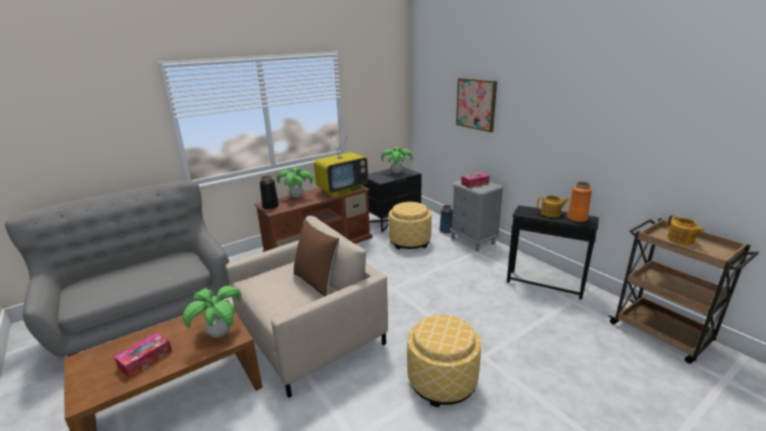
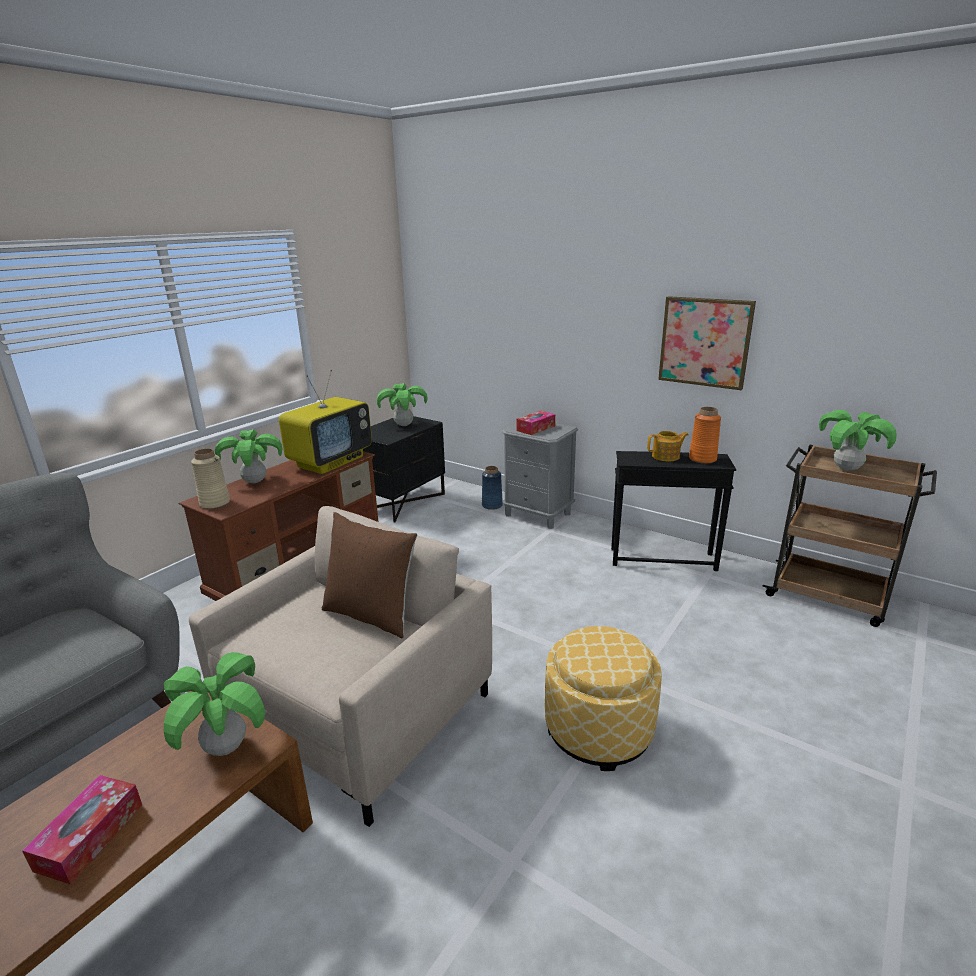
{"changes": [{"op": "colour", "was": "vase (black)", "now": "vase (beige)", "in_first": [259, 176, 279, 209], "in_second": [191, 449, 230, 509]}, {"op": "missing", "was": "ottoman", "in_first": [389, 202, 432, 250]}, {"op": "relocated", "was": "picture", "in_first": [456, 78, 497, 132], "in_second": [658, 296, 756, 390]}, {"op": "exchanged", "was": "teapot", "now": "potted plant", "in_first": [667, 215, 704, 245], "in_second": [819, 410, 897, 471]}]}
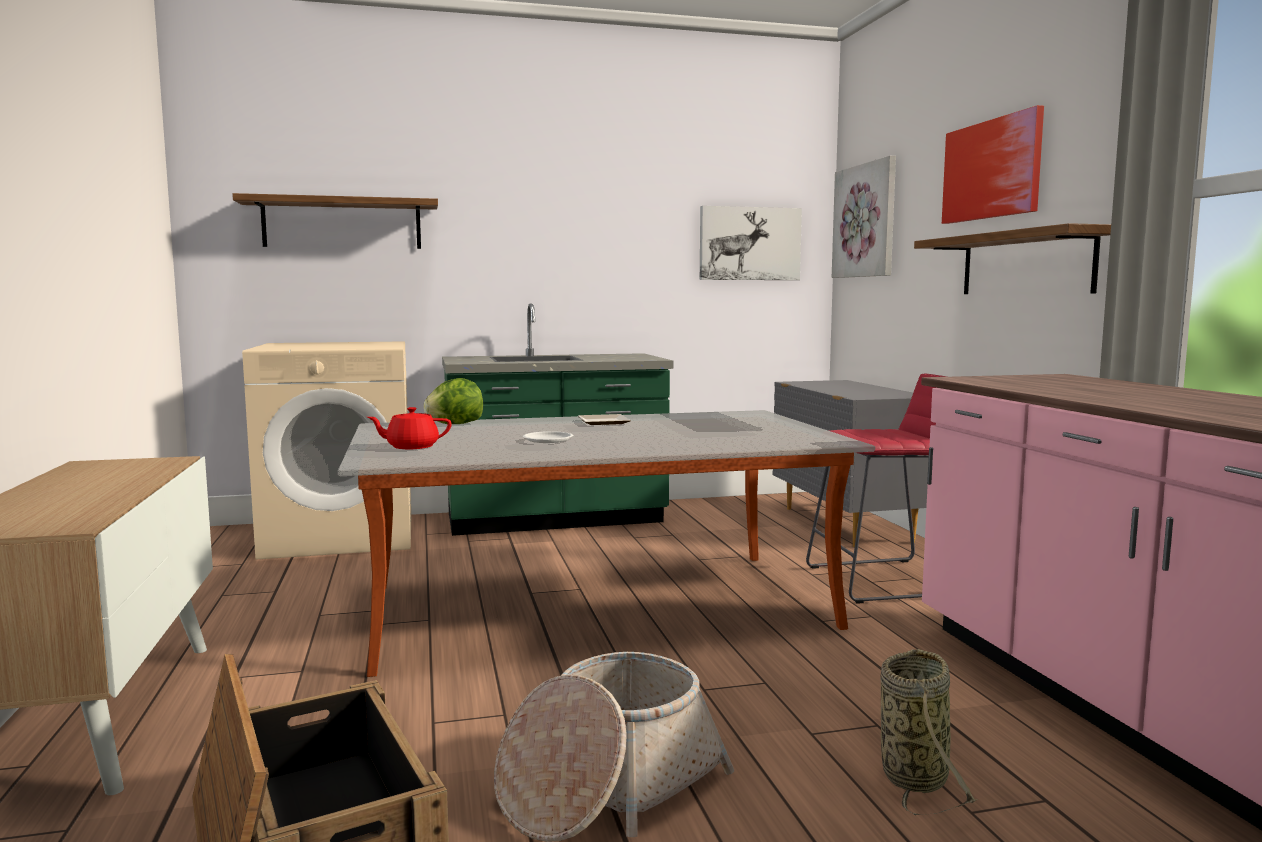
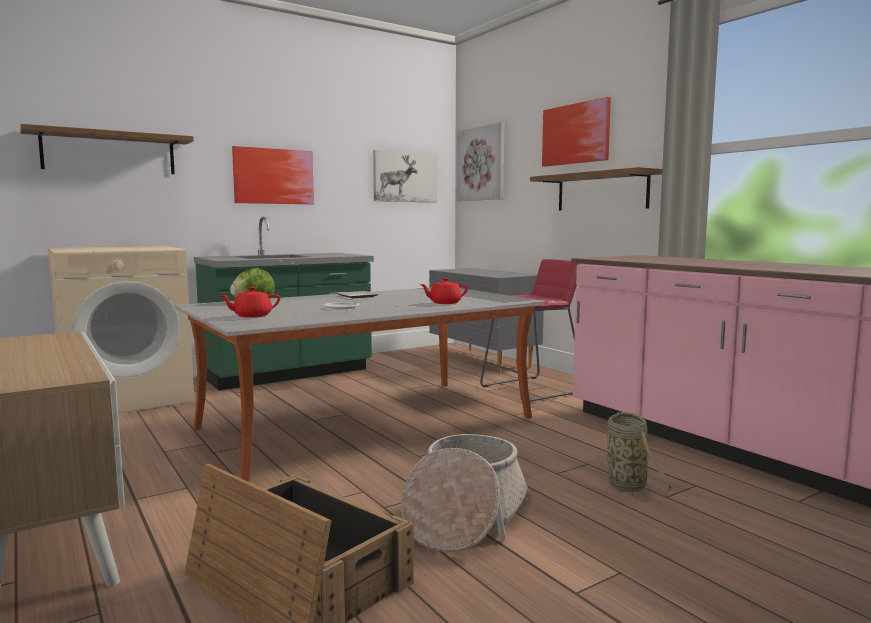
{"changes": [{"op": "appeared", "now": "picture", "in_second": [232, 146, 314, 204]}, {"op": "appeared", "now": "teapot (red)", "in_second": [420, 278, 468, 304]}]}
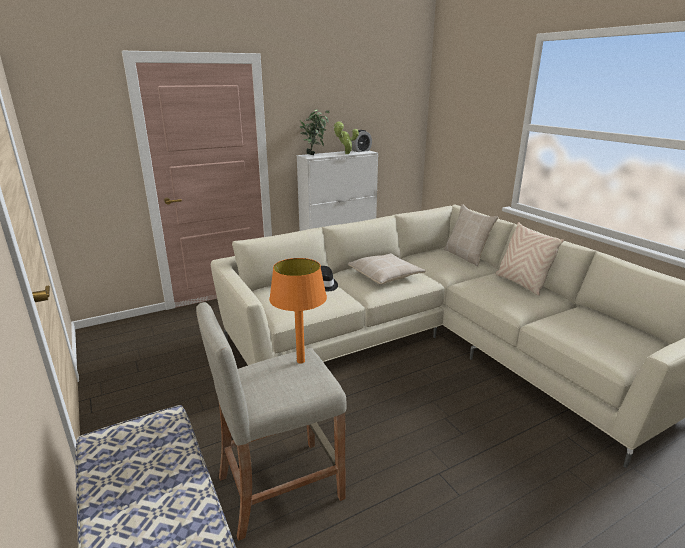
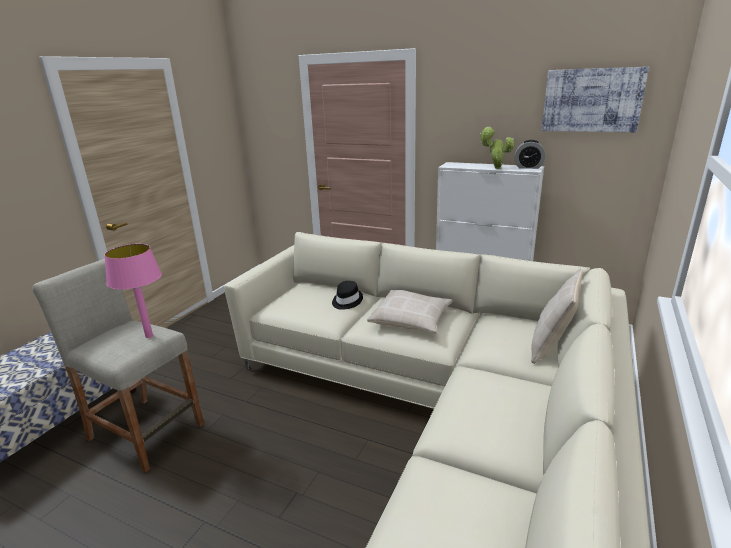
{"changes": [{"op": "colour", "was": "table lamp (orange)", "now": "table lamp (pink)", "in_first": [269, 258, 327, 364], "in_second": [104, 244, 162, 338]}, {"op": "missing", "was": "potted plant", "in_first": [299, 109, 329, 155]}, {"op": "missing", "was": "pillow (beige)", "in_first": [496, 222, 564, 296]}, {"op": "appeared", "now": "picture", "in_second": [542, 67, 649, 132]}]}
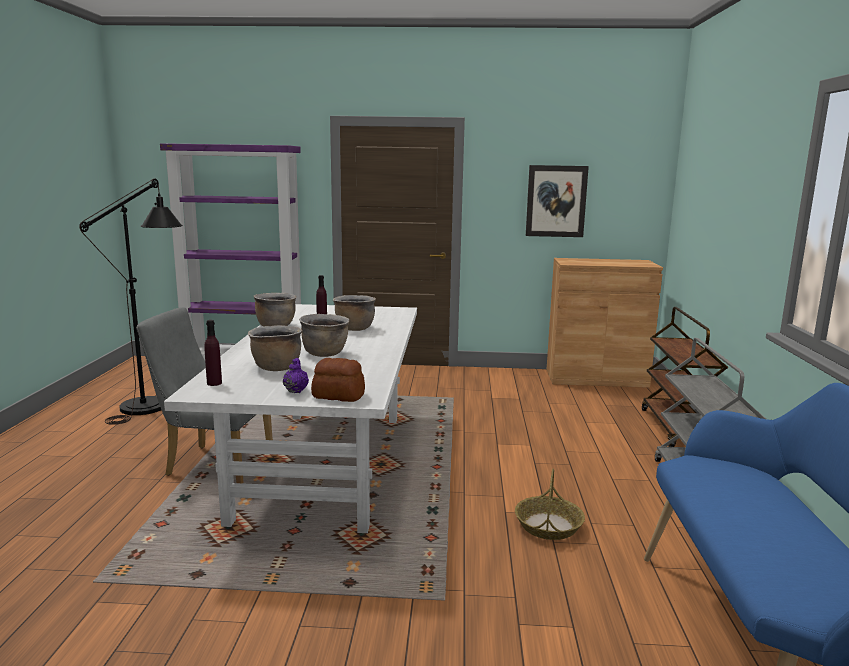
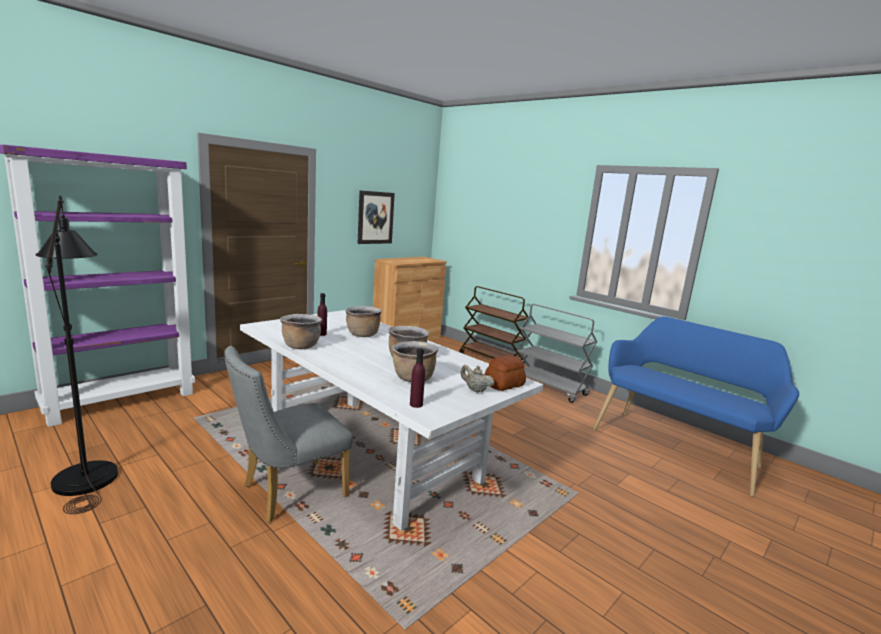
{"changes": [{"op": "colour", "was": "teapot (purple)", "now": "teapot (beige)", "in_first": [283, 358, 309, 393], "in_second": [461, 365, 494, 393]}, {"op": "missing", "was": "basket", "in_first": [515, 469, 585, 540]}]}
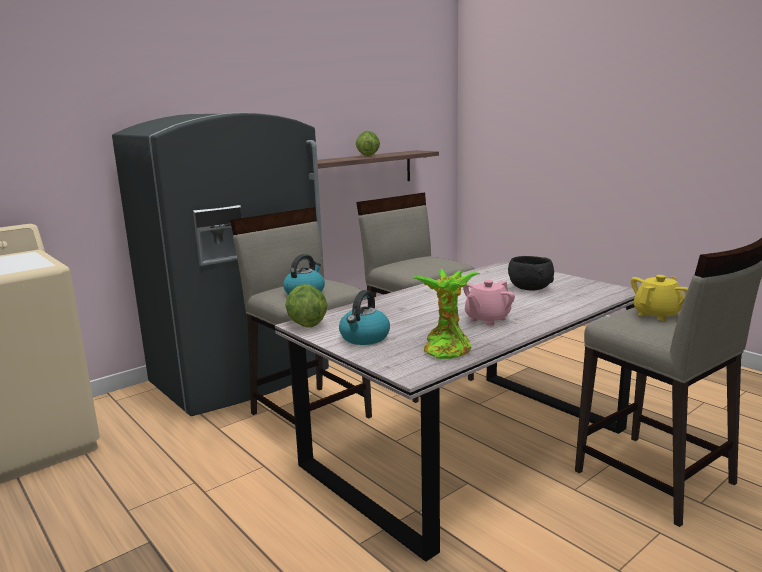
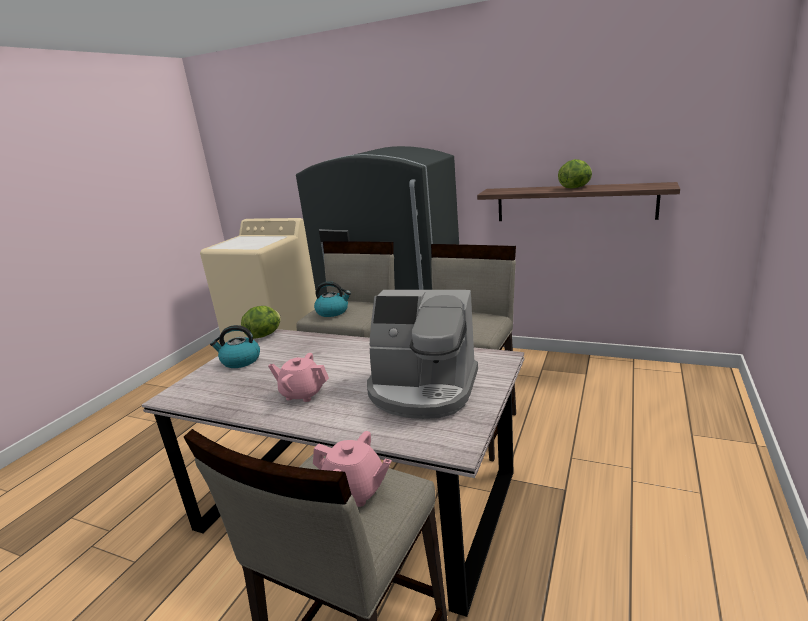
{"changes": [{"op": "missing", "was": "potted plant", "in_first": [411, 268, 479, 359]}, {"op": "exchanged", "was": "bowl (black)", "now": "coffee machine", "in_first": [508, 256, 554, 291], "in_second": [367, 290, 478, 419]}, {"op": "colour", "was": "teapot (yellow)", "now": "teapot (pink)", "in_first": [631, 275, 688, 321], "in_second": [313, 431, 392, 507]}]}
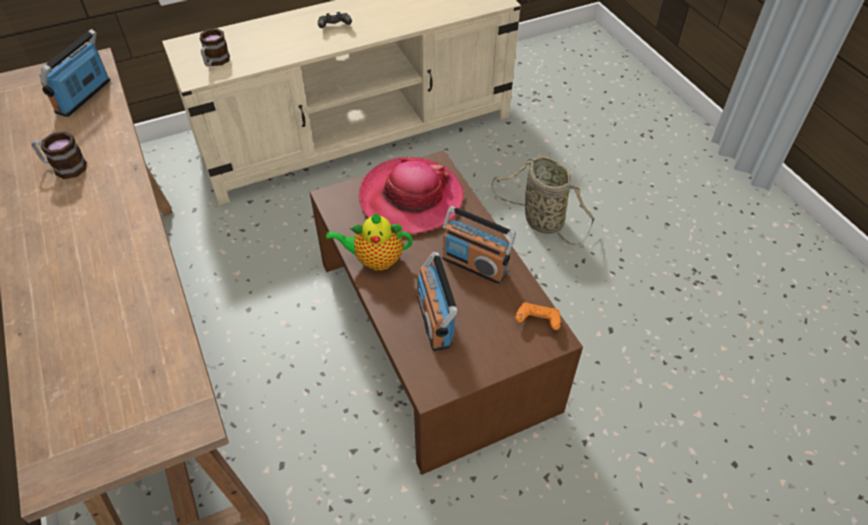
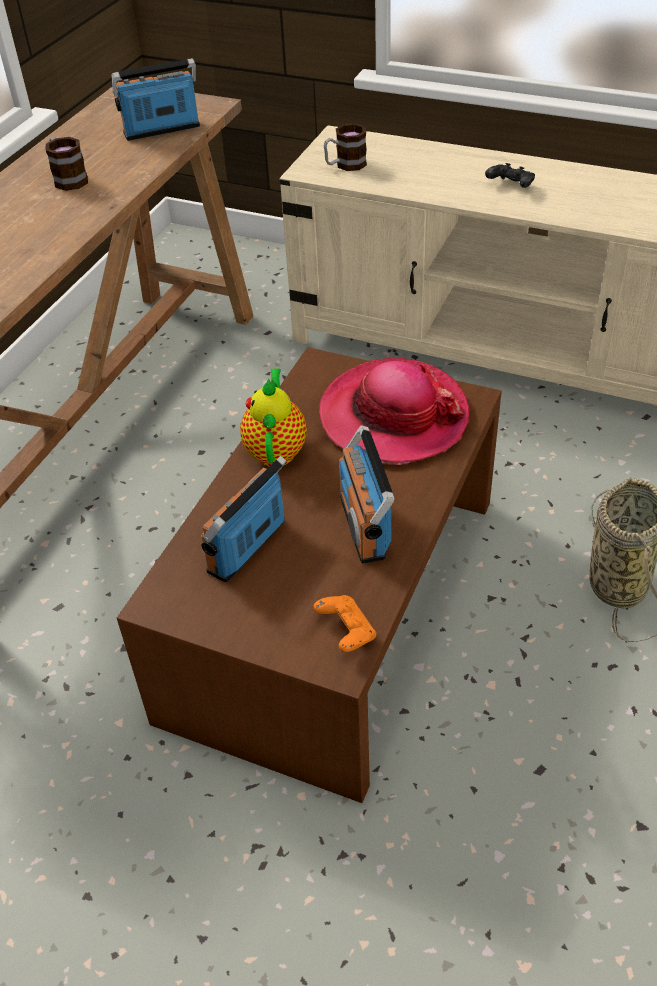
{"changes": [{"op": "spun", "was": "teapot", "in_first": [326, 213, 413, 271], "in_second": [240, 368, 307, 467], "clockwise": 45}]}
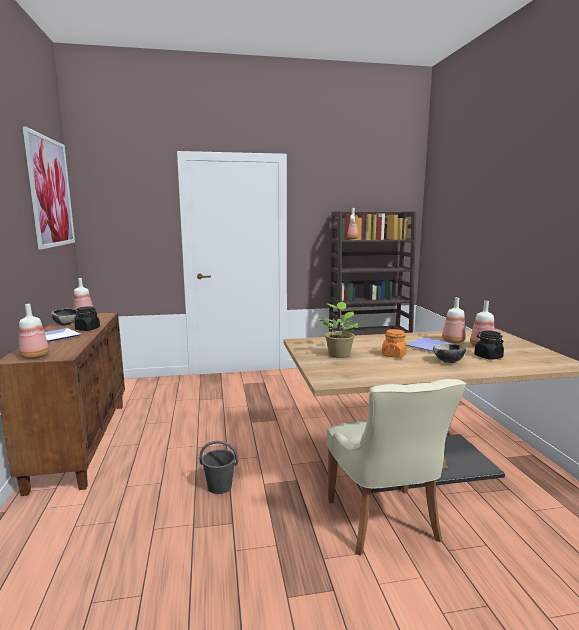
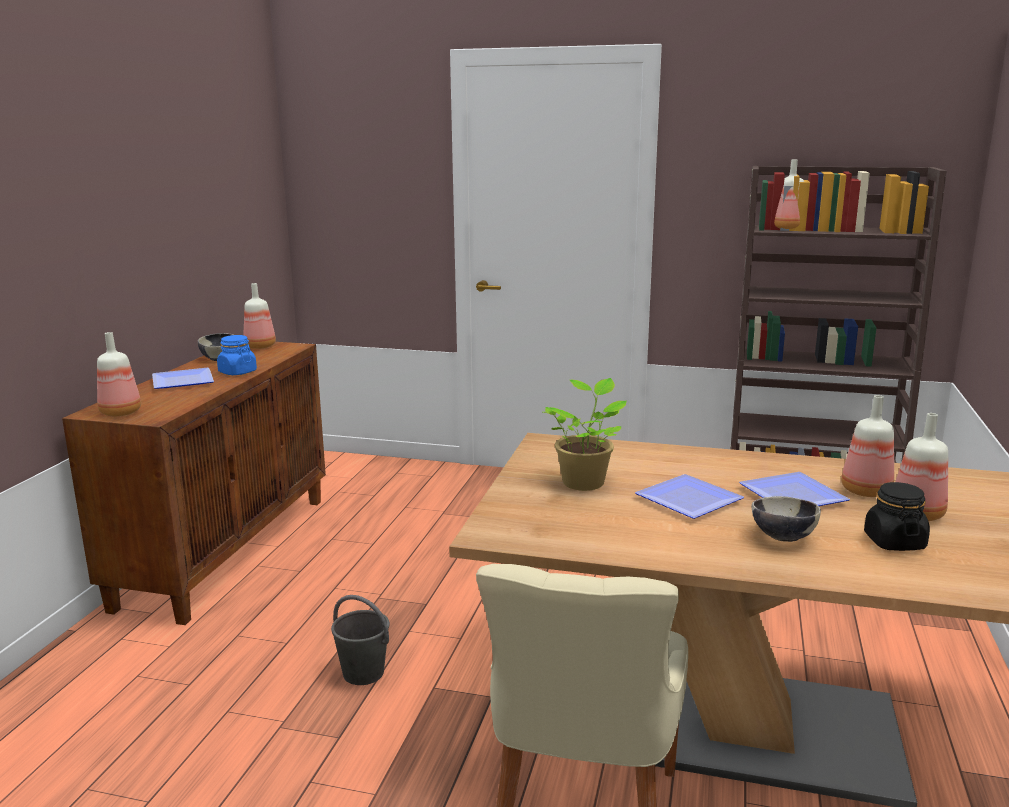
{"changes": [{"op": "missing", "was": "picture", "in_first": [22, 126, 75, 250]}, {"op": "colour", "was": "jar (black)", "now": "jar (blue)", "in_first": [74, 306, 100, 331], "in_second": [217, 335, 257, 375]}, {"op": "exchanged", "was": "jar (orange)", "now": "plate", "in_first": [382, 329, 407, 358], "in_second": [635, 474, 744, 519]}]}
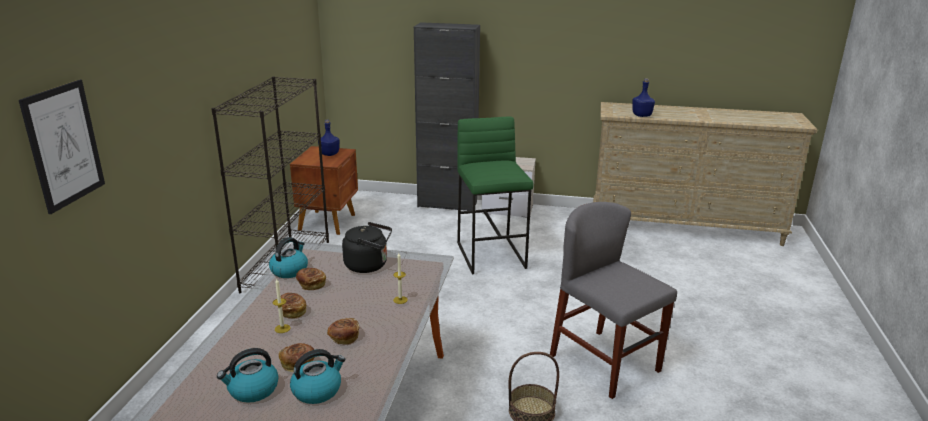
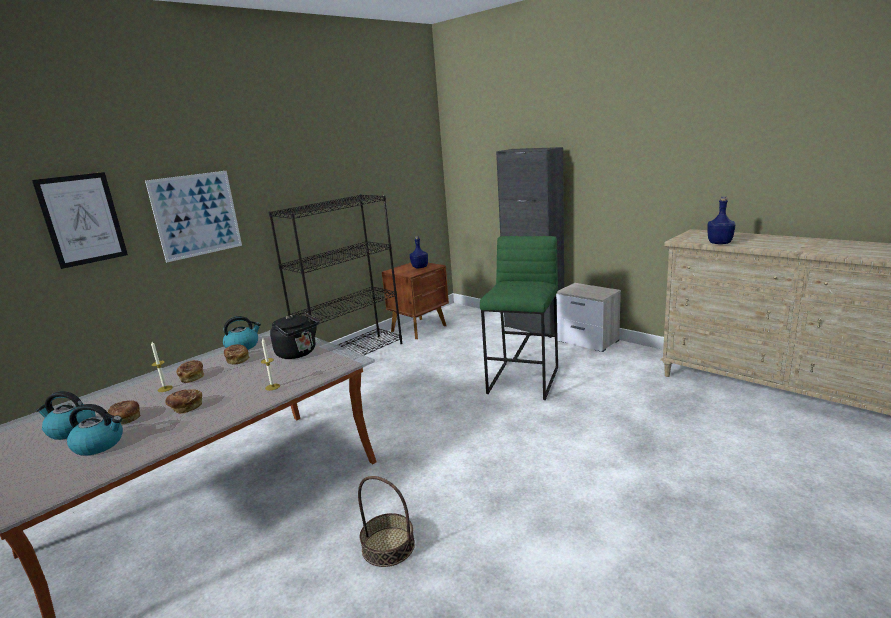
{"changes": [{"op": "missing", "was": "chair (grey)", "in_first": [550, 202, 677, 399]}, {"op": "appeared", "now": "picture", "in_second": [145, 171, 242, 263]}]}
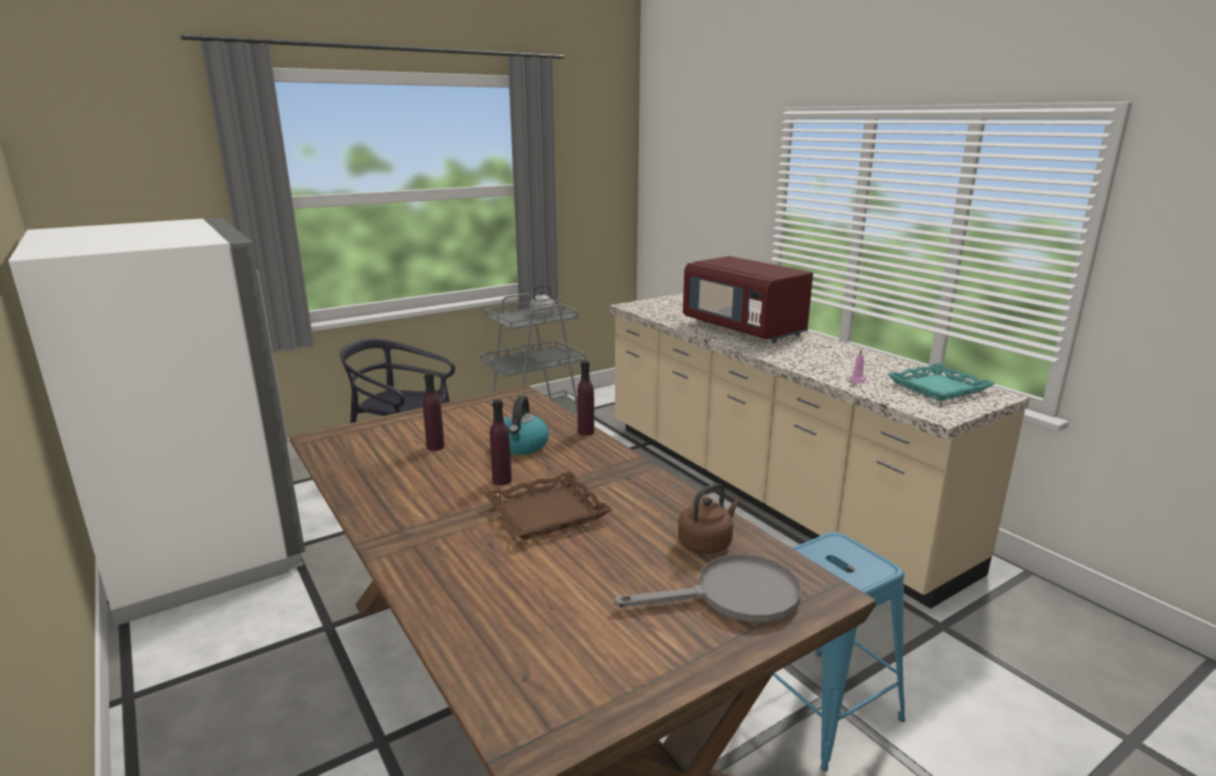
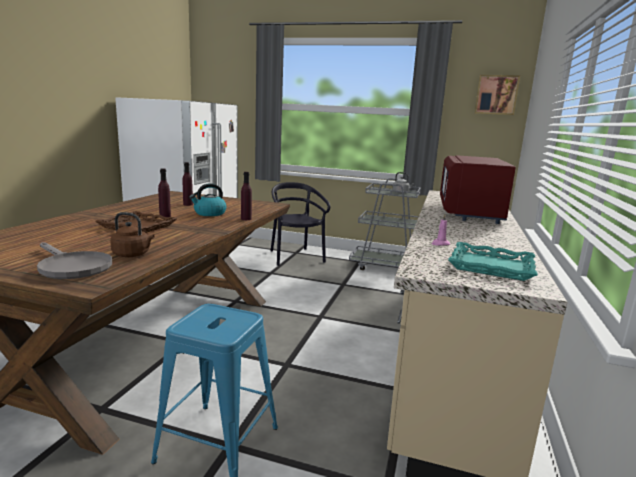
{"changes": [{"op": "appeared", "now": "picture", "in_second": [475, 75, 520, 115]}]}
